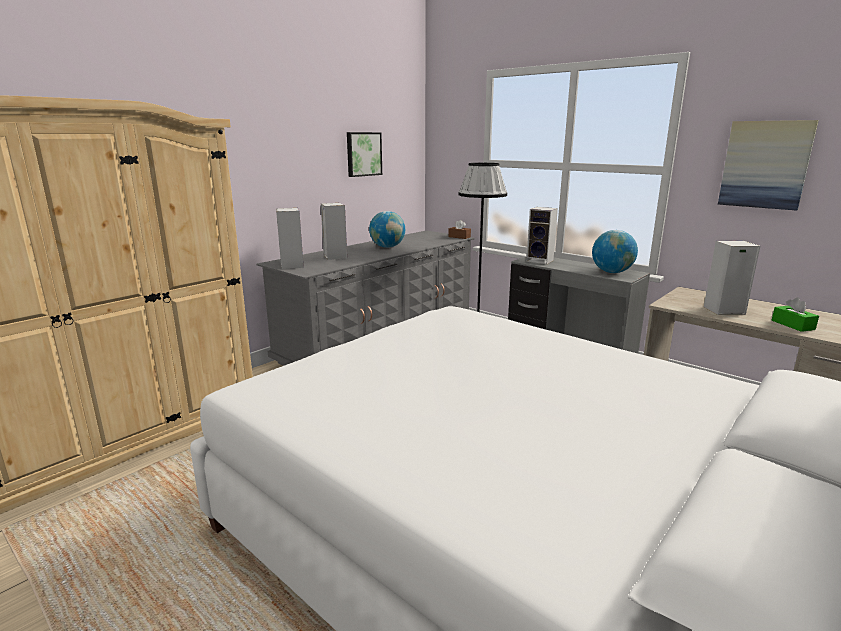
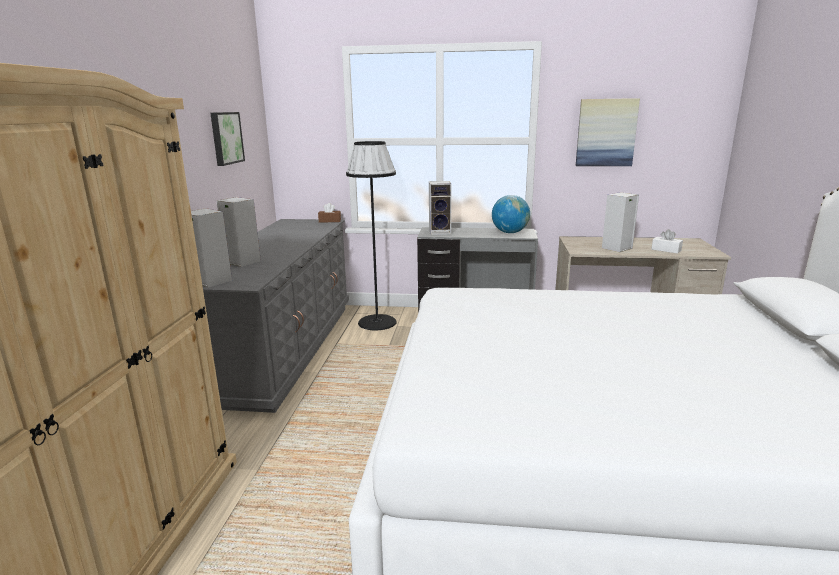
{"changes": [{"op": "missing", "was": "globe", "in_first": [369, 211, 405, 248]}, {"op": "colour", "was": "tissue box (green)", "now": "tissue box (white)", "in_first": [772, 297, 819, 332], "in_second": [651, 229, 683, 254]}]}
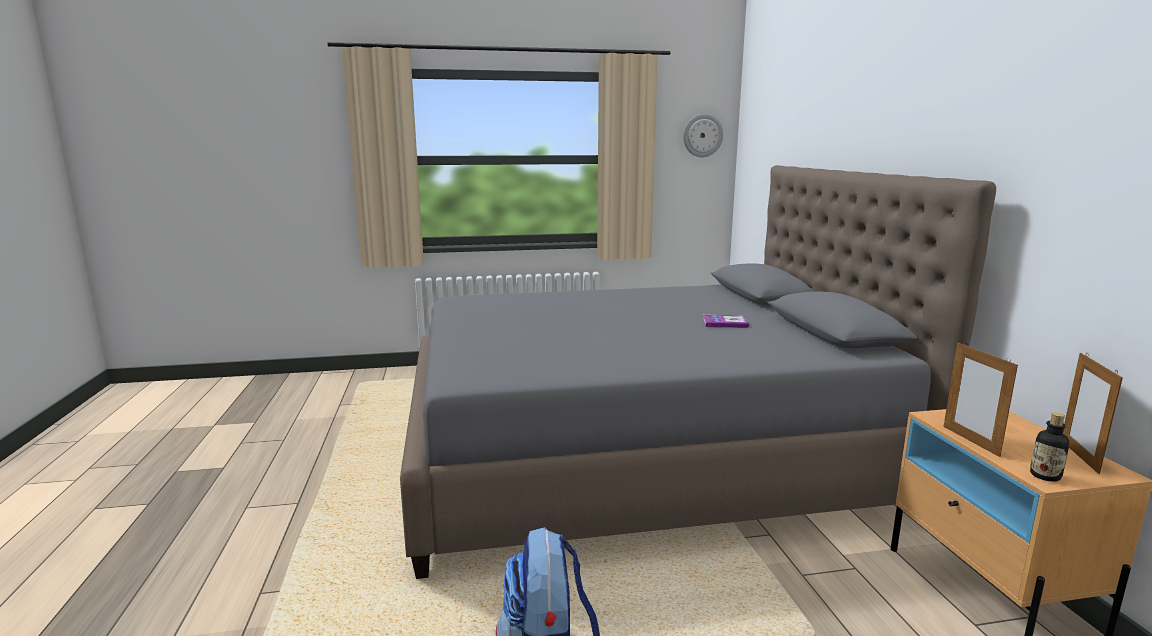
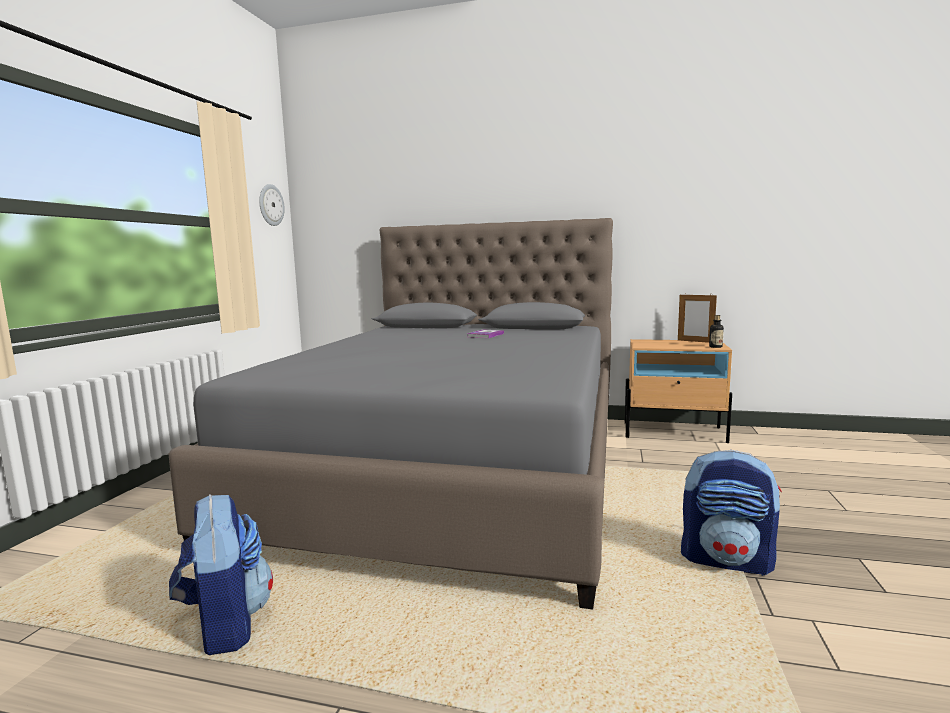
{"changes": [{"op": "missing", "was": "picture frame", "in_first": [944, 342, 1018, 457]}, {"op": "appeared", "now": "backpack", "in_second": [169, 494, 273, 655]}]}
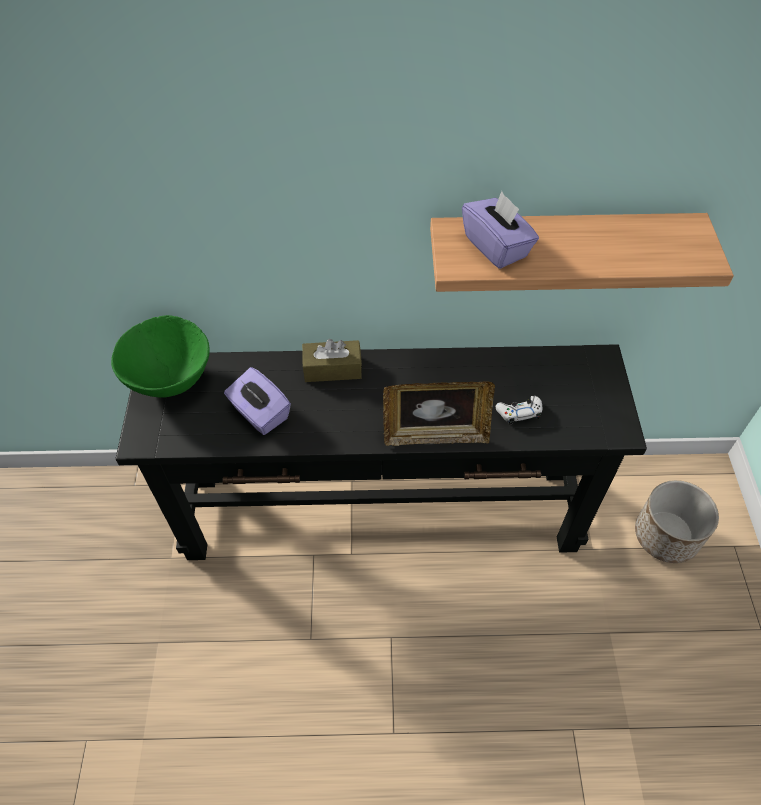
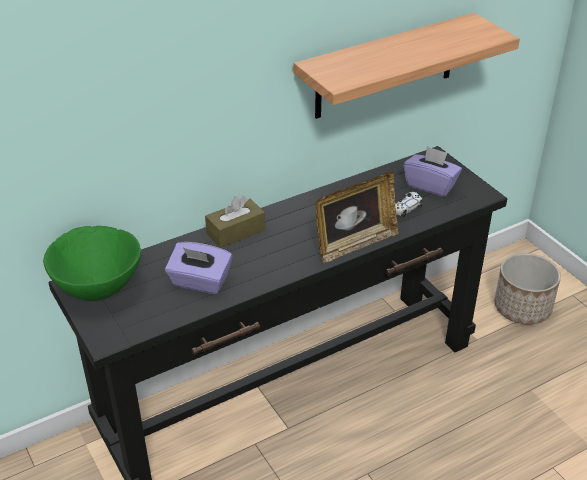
{"changes": [{"op": "relocated", "was": "tissue box (purple)", "in_first": [462, 191, 539, 269], "in_second": [403, 146, 462, 197]}]}
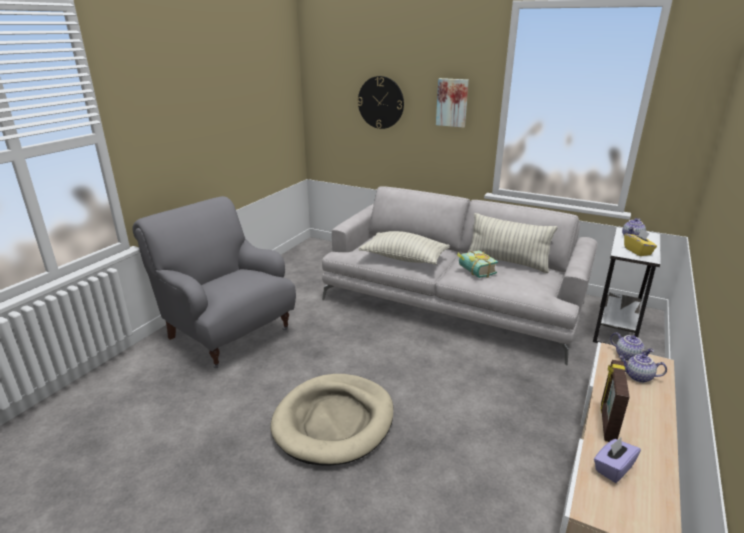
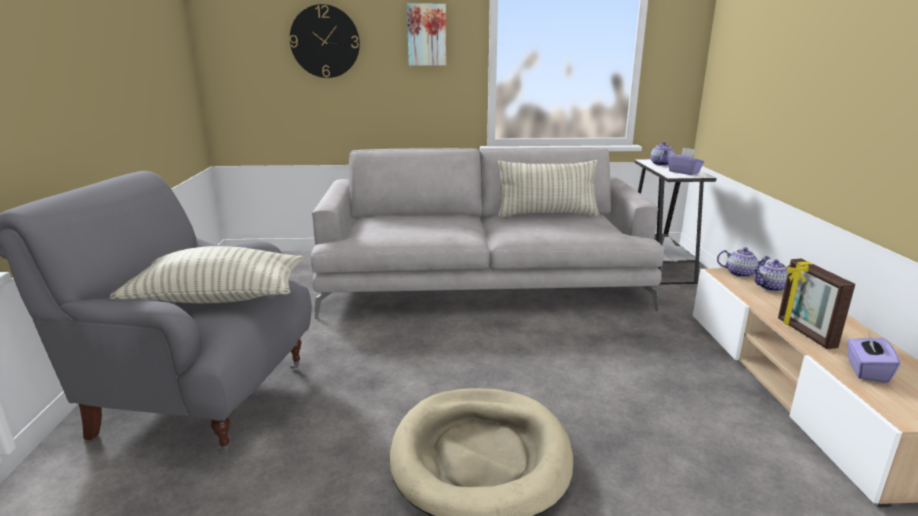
{"changes": [{"op": "relocated", "was": "pillow", "in_first": [359, 231, 450, 265], "in_second": [109, 246, 304, 303]}, {"op": "missing", "was": "book", "in_first": [457, 250, 498, 278]}, {"op": "colour", "was": "tissue box (yellow)", "now": "tissue box (purple)", "in_first": [624, 230, 657, 256], "in_second": [668, 148, 704, 175]}]}
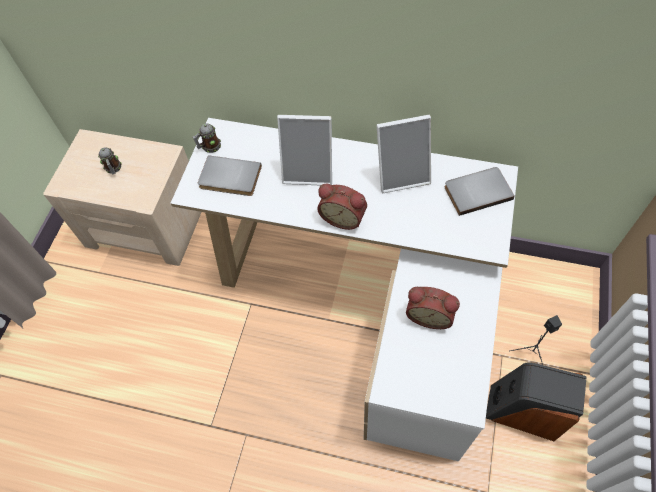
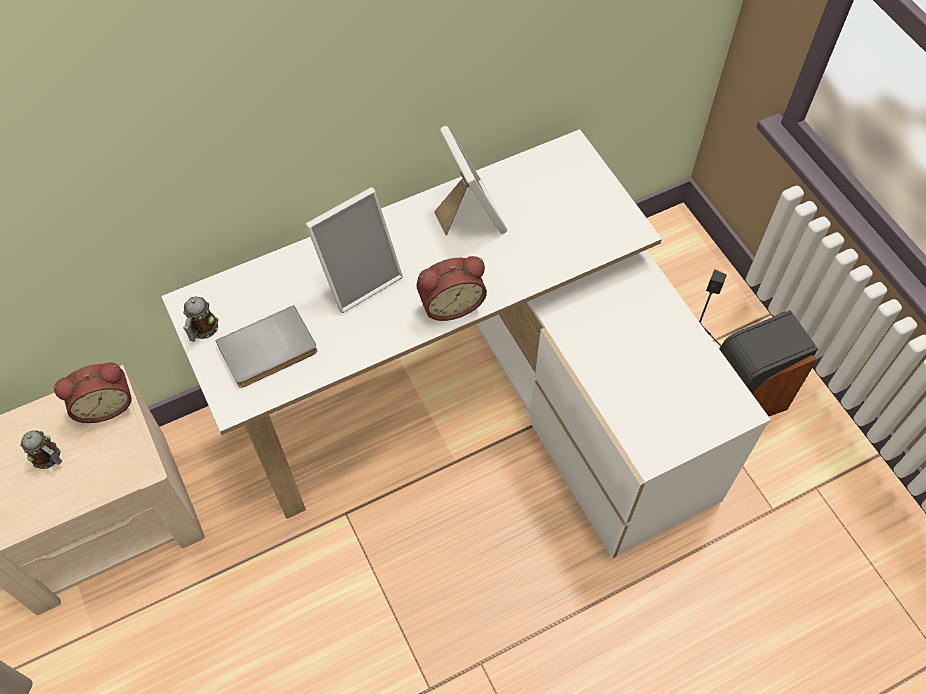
{"changes": [{"op": "spun", "was": "picture frame", "in_first": [377, 115, 431, 193], "in_second": [434, 126, 507, 236], "clockwise": -60}, {"op": "relocated", "was": "alarm clock", "in_first": [406, 287, 460, 329], "in_second": [53, 362, 132, 423]}, {"op": "missing", "was": "book (grey)", "in_first": [445, 167, 515, 216]}]}
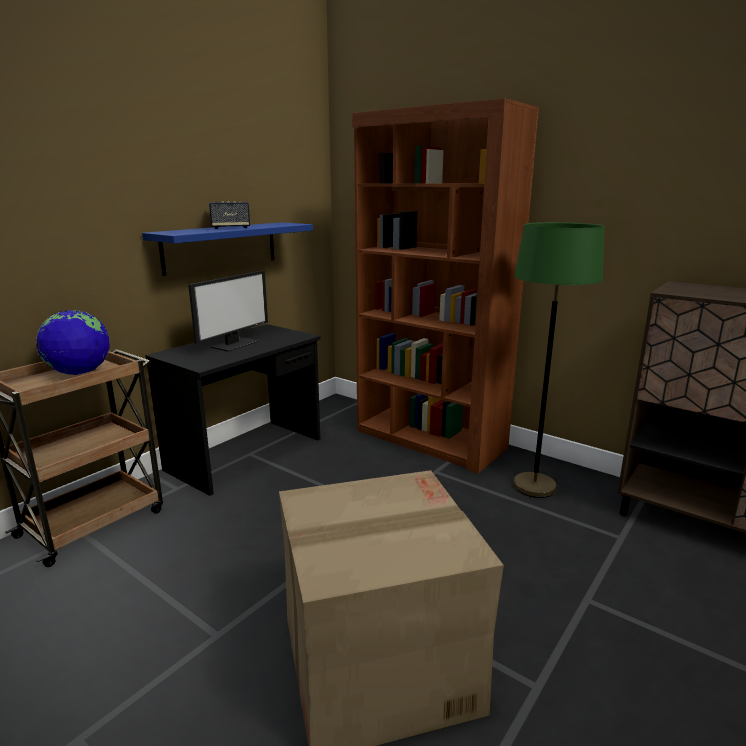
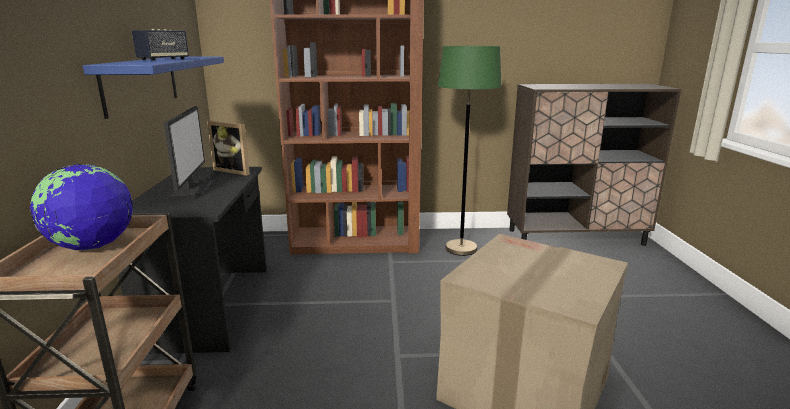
{"changes": [{"op": "appeared", "now": "picture frame", "in_second": [207, 121, 250, 176]}]}
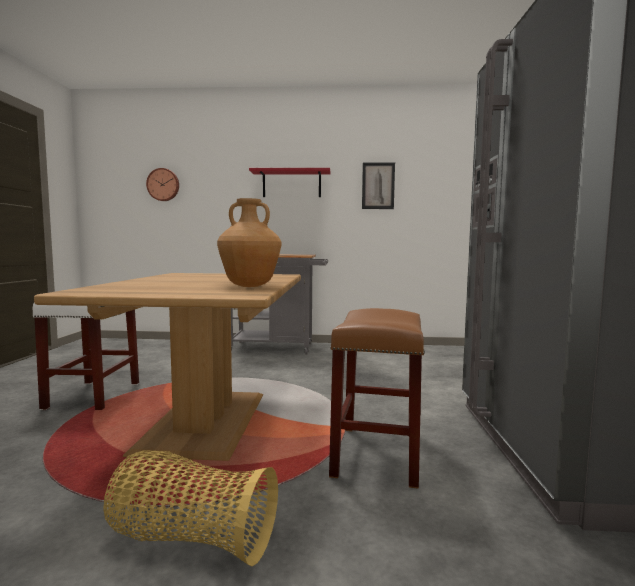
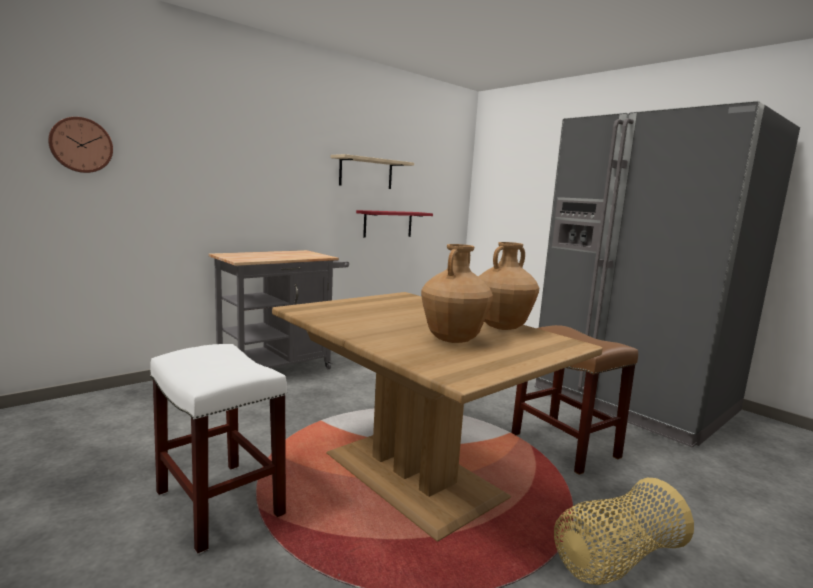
{"changes": [{"op": "relocated", "was": "shelf (red)", "in_first": [249, 168, 331, 197], "in_second": [356, 210, 433, 238]}, {"op": "exchanged", "was": "picture", "now": "shelf (beige)", "in_first": [362, 163, 395, 209], "in_second": [331, 154, 414, 189]}, {"op": "appeared", "now": "vase (brown)", "in_second": [421, 244, 493, 343]}]}
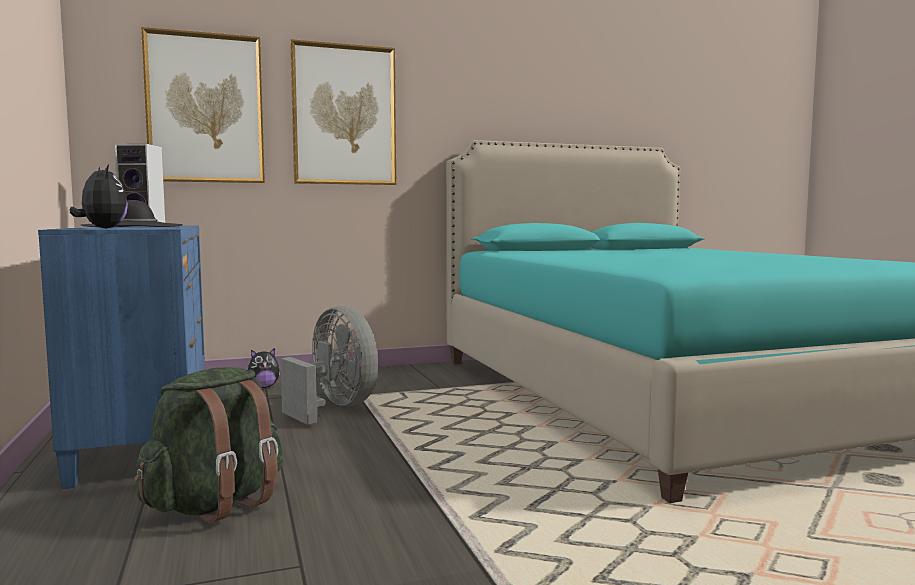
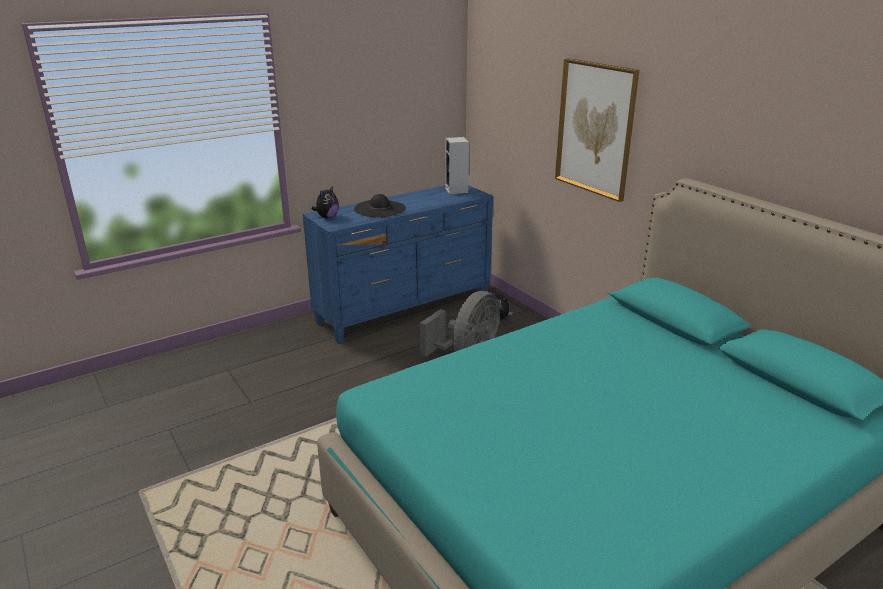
{"changes": [{"op": "missing", "was": "backpack (green)", "in_first": [134, 367, 283, 523]}, {"op": "missing", "was": "picture", "in_first": [141, 27, 265, 183]}]}
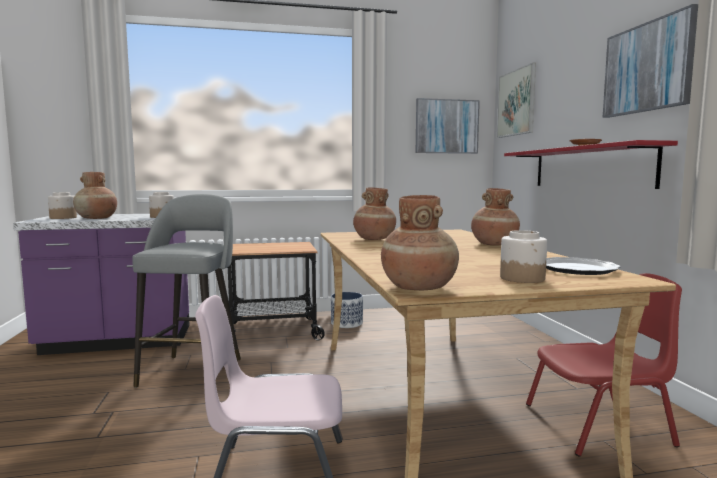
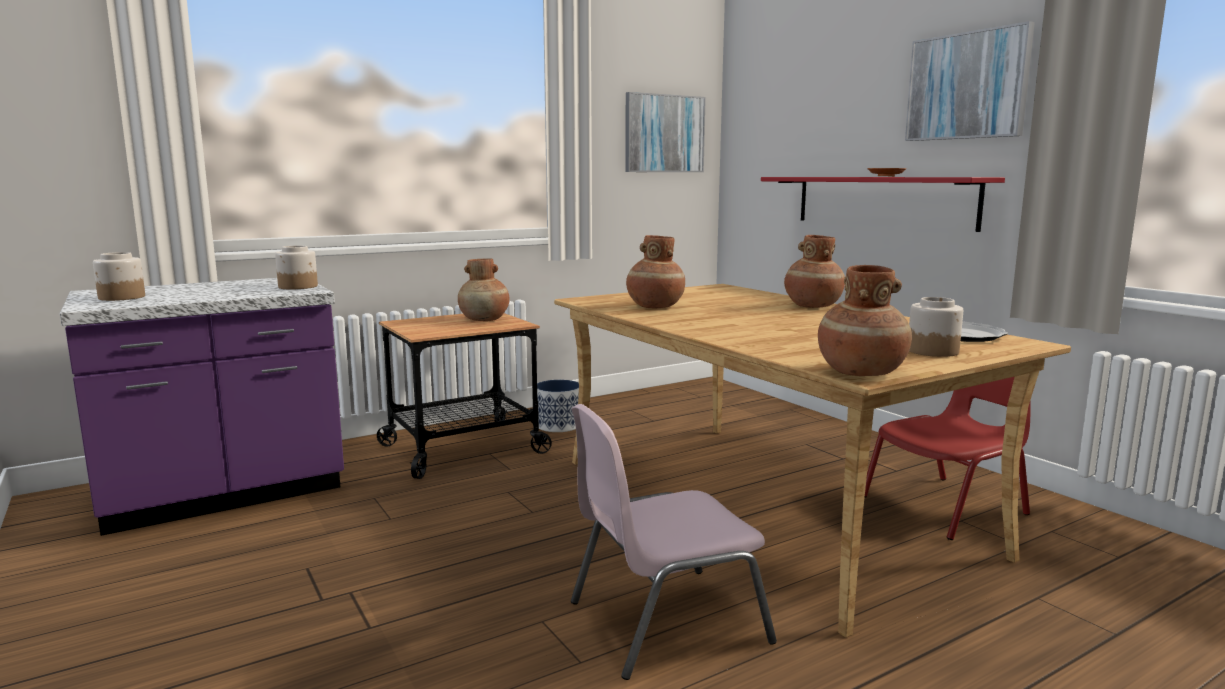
{"changes": [{"op": "relocated", "was": "vase (brown)", "in_first": [73, 172, 117, 219], "in_second": [458, 259, 510, 321]}, {"op": "missing", "was": "stool (grey)", "in_first": [132, 194, 241, 388]}, {"op": "missing", "was": "picture", "in_first": [497, 63, 536, 138]}]}
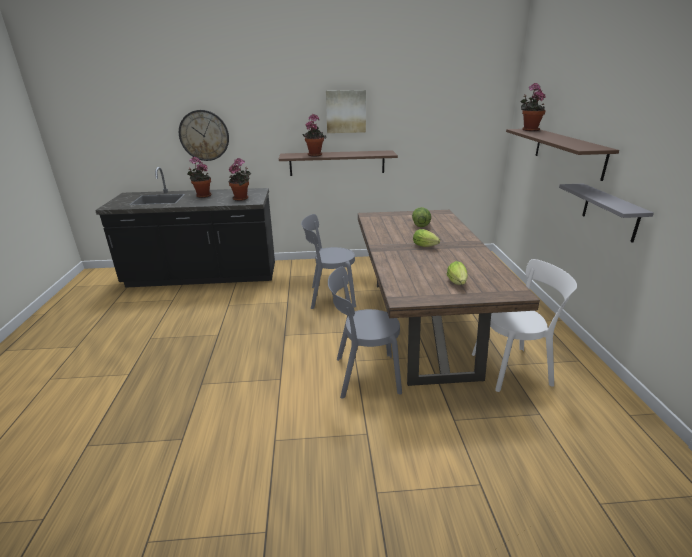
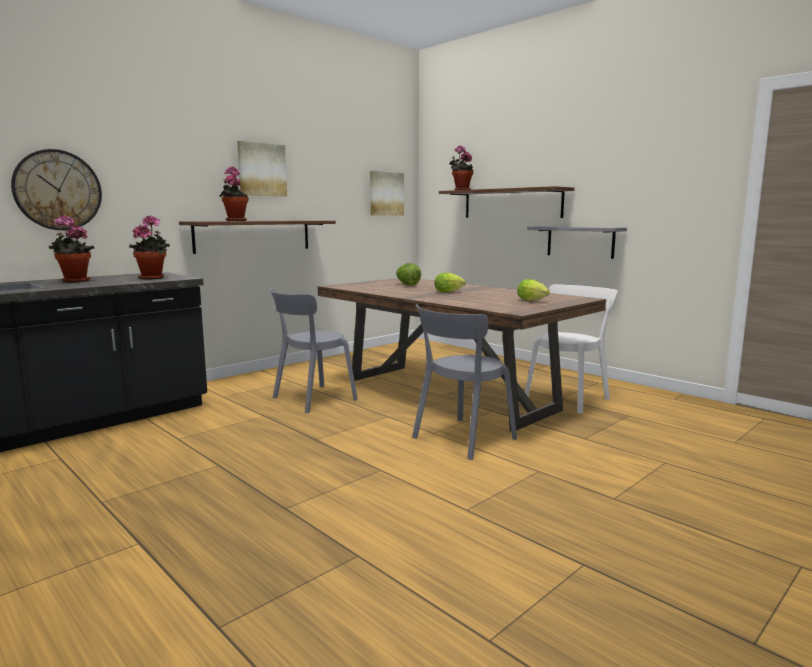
{"changes": [{"op": "appeared", "now": "picture", "in_second": [370, 171, 404, 216]}]}
